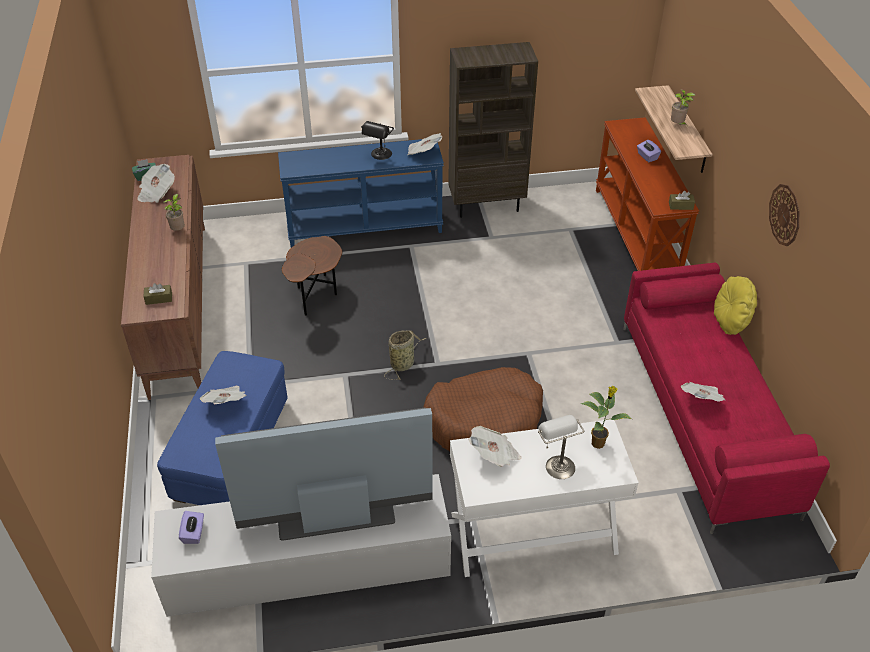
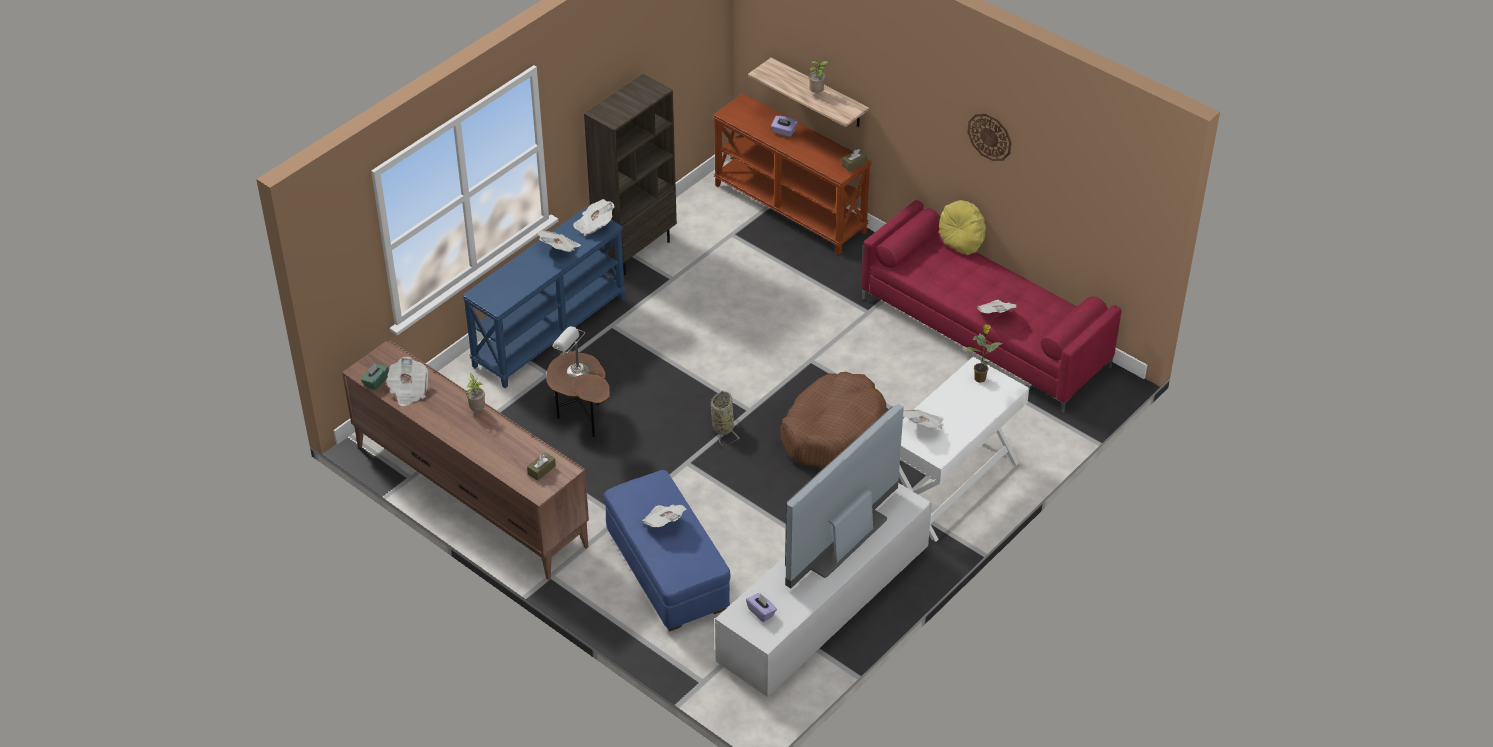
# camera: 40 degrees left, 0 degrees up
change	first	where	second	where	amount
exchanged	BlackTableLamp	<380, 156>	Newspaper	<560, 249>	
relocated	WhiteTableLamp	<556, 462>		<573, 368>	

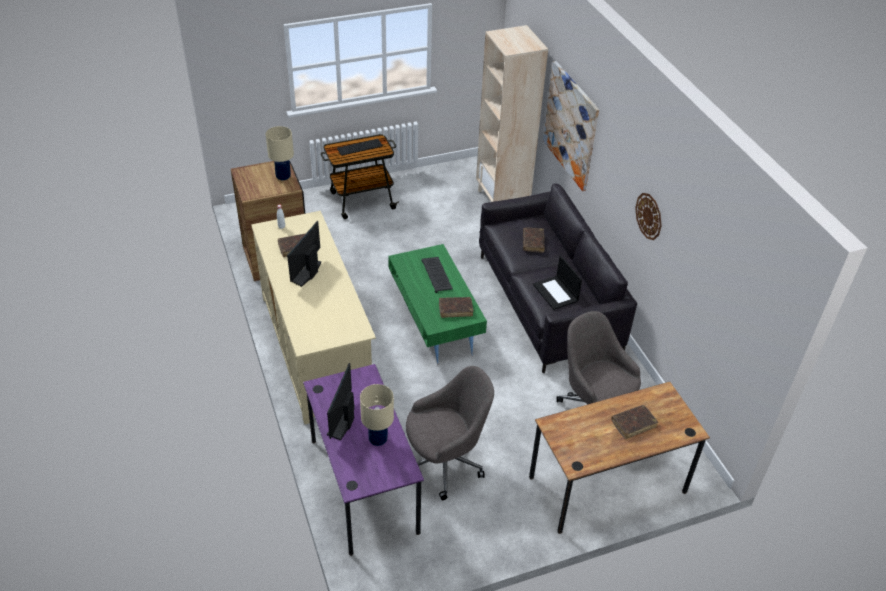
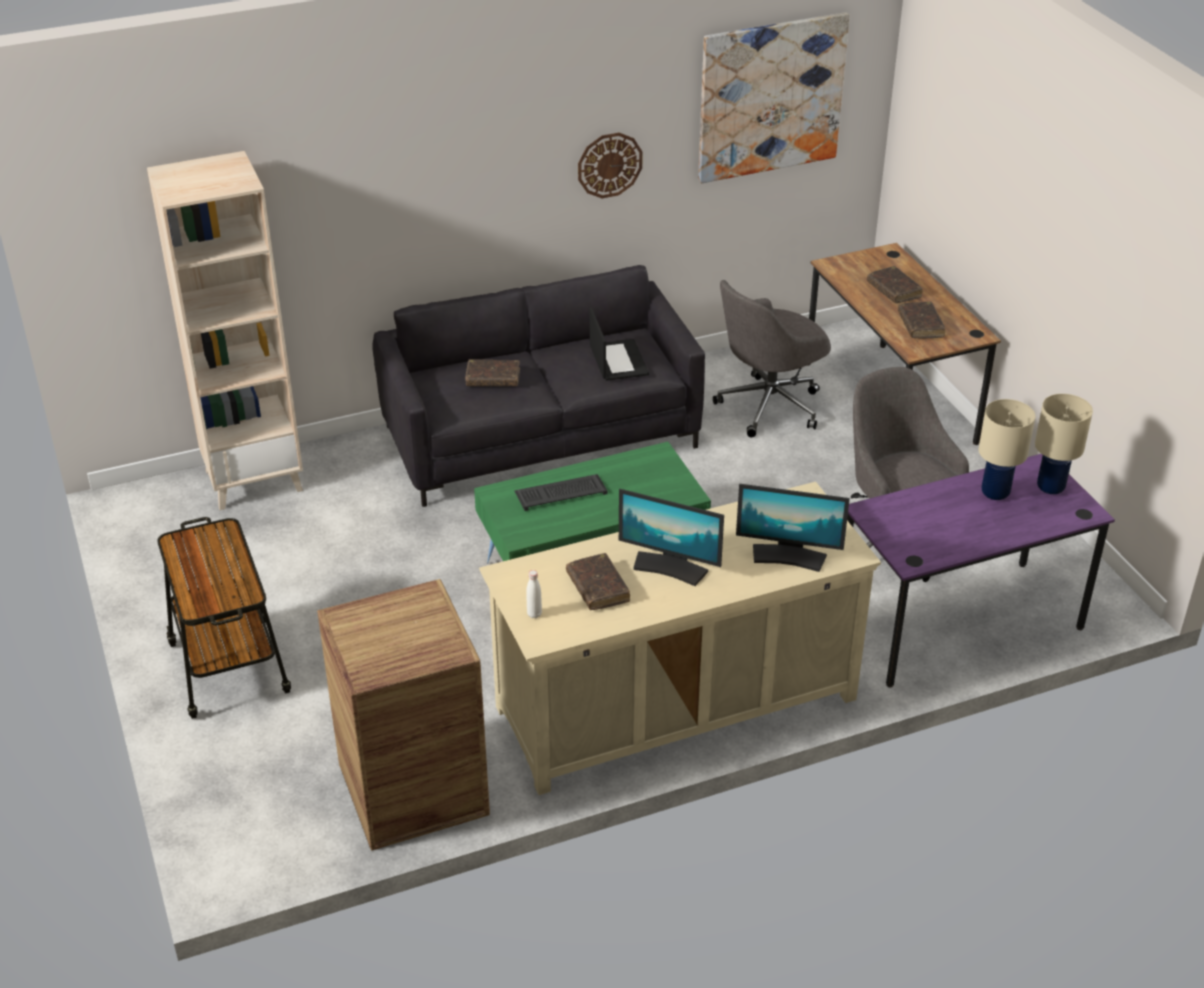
# camera: 90 degrees left, 5 degrees down
change	first	where	second	where	amount
relocated	Picture	<571, 125>		<771, 97>	
relocated	BeigeTableLamp	<283, 177>		<1050, 488>	
missing	Keyboard	<360, 146>			
spun	Laptop	<556, 293>		<617, 360>	75 degrees counterclockwise
relocated	BrownBook	<455, 309>		<920, 325>	
relocated	Monitor	<342, 421>		<788, 556>	

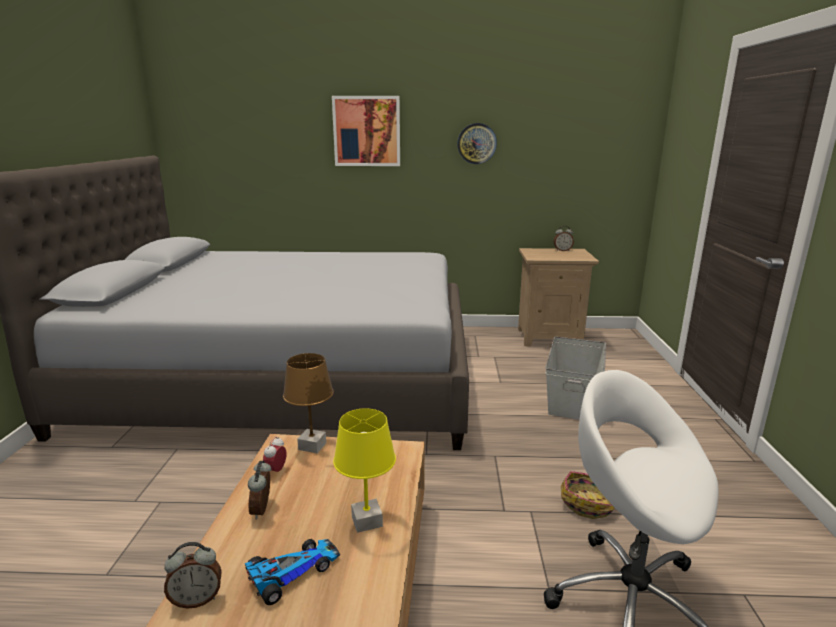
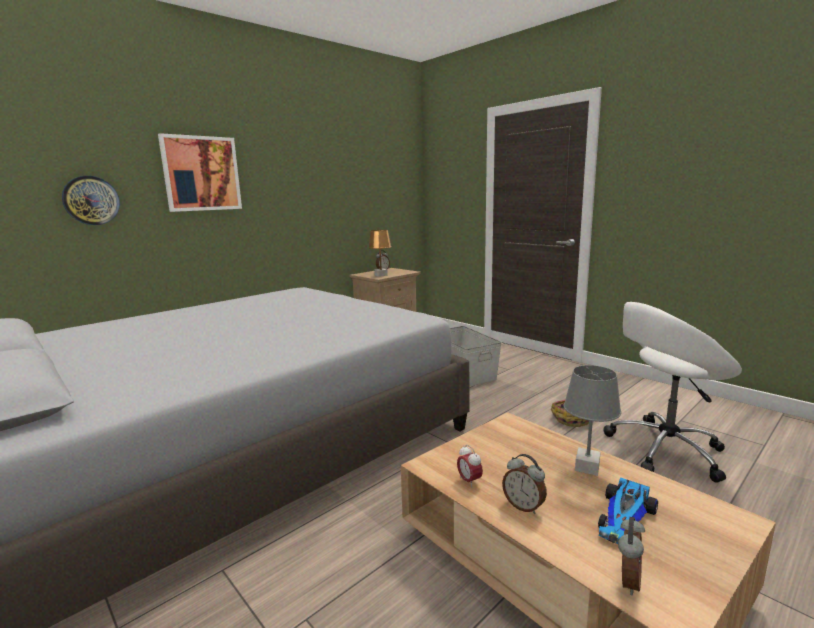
# camera: 45 degrees left, 5 degrees down
change	first	where	second	where	amount
relocated	WallClock	<476, 143>		<91, 200>	
relocated	BrownTableLamp	<312, 446>		<381, 275>	
colour	YellowTableLamp	<366, 522>	GreyTableLamp	<587, 467>	
spun	ToyCar	<291, 572>		<624, 519>	150 degrees counterclockwise

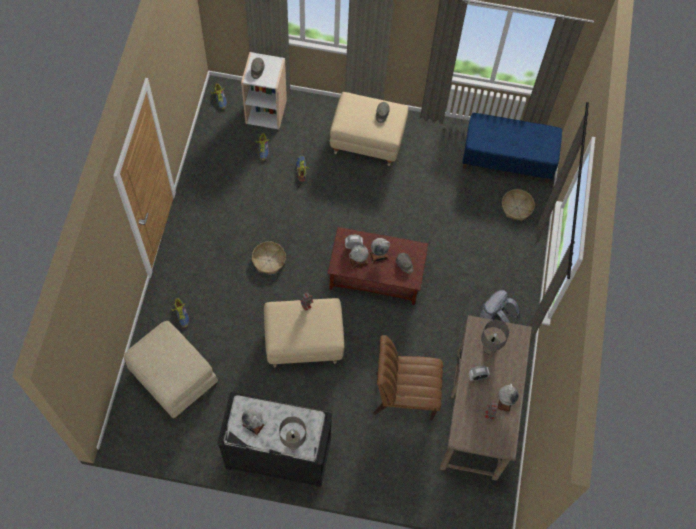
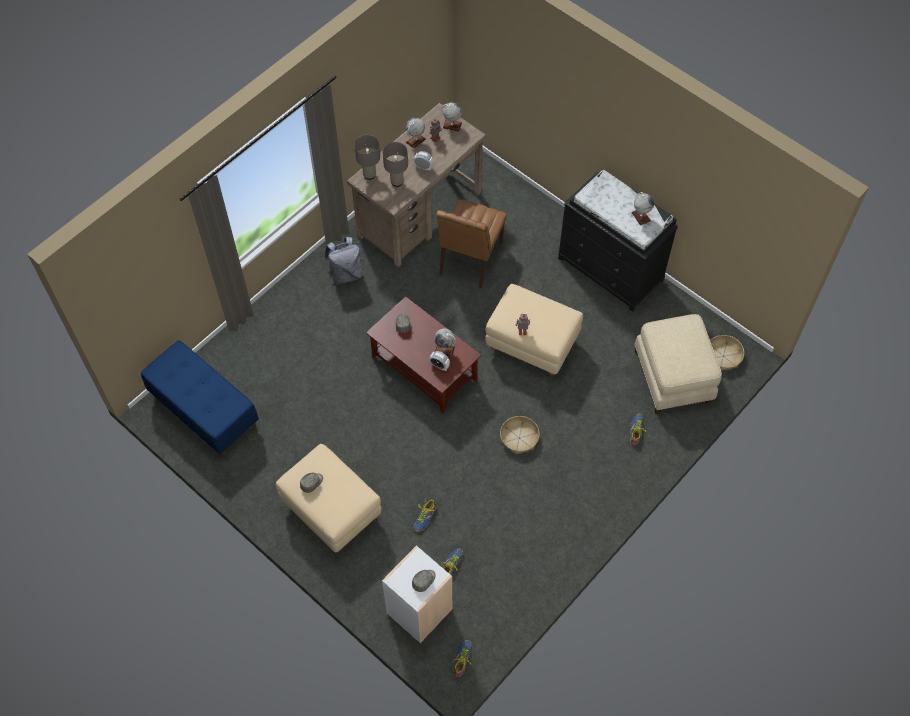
# camera: 145 degrees left, 5 degrees down
change	first	where	second	where	amount
relocated	Basket	<517, 207>		<723, 356>	
relocated	Globe	<379, 255>		<452, 125>	
spun	BrownChair	<404, 395>		<470, 258>	75 degrees clockwise
relocated	GreyTableLamp	<293, 443>		<369, 175>	

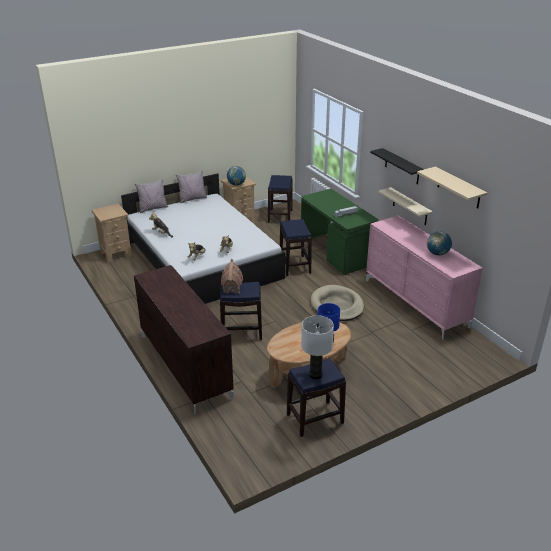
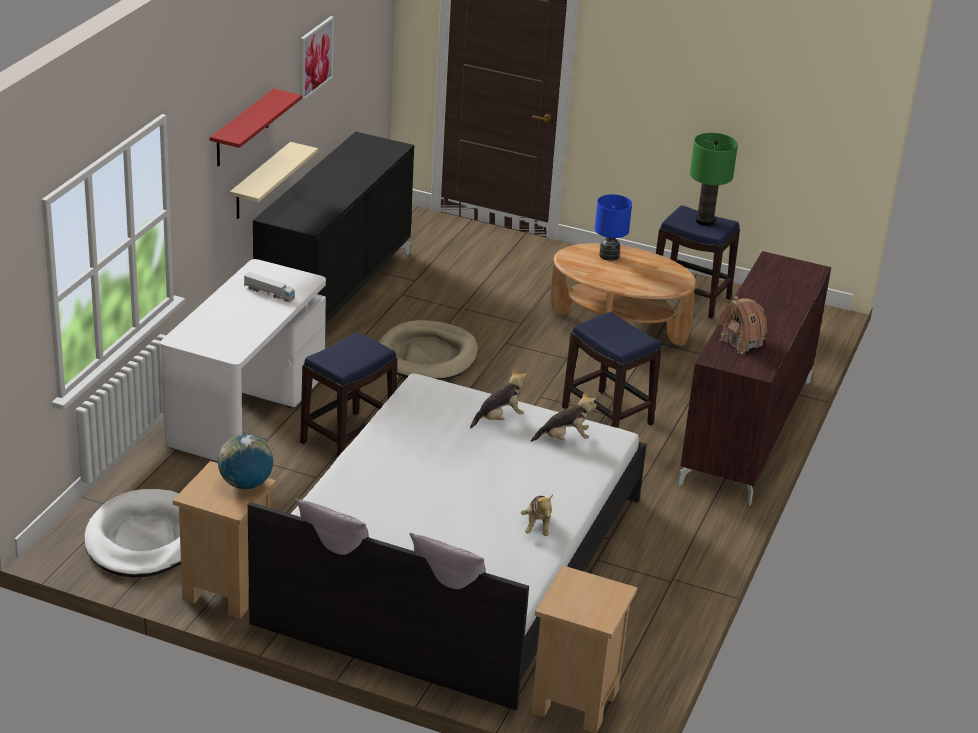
# camera: 130 degrees left, 0 degrees up
change	first	where	second	where	amount
colour	BlackShelf	<402, 166>	RedShelf	<242, 129>	
exchanged	BeigeShelf	<458, 188>	Picture	<315, 58>	
exchanged	Stool	<280, 216>	WhiteDogBed	<144, 539>	
colour	GreenDesk	<336, 253>	WhiteDesk	<246, 409>	
colour	PinkDresser	<415, 303>	BlackDresser	<334, 293>	
missing	Globe	<437, 254>			
relocated	ToyHouse	<231, 288>		<741, 342>	
colour	WhiteTableLamp	<315, 374>	GreenTableLamp	<704, 221>	

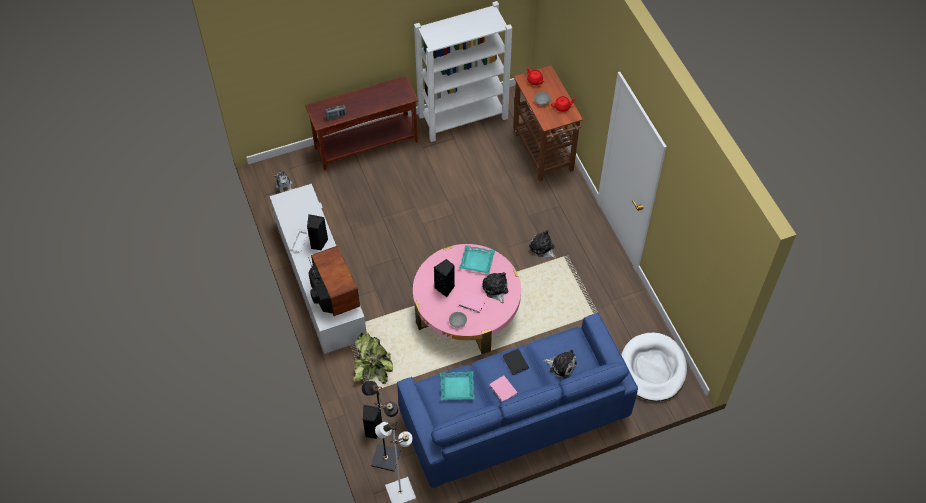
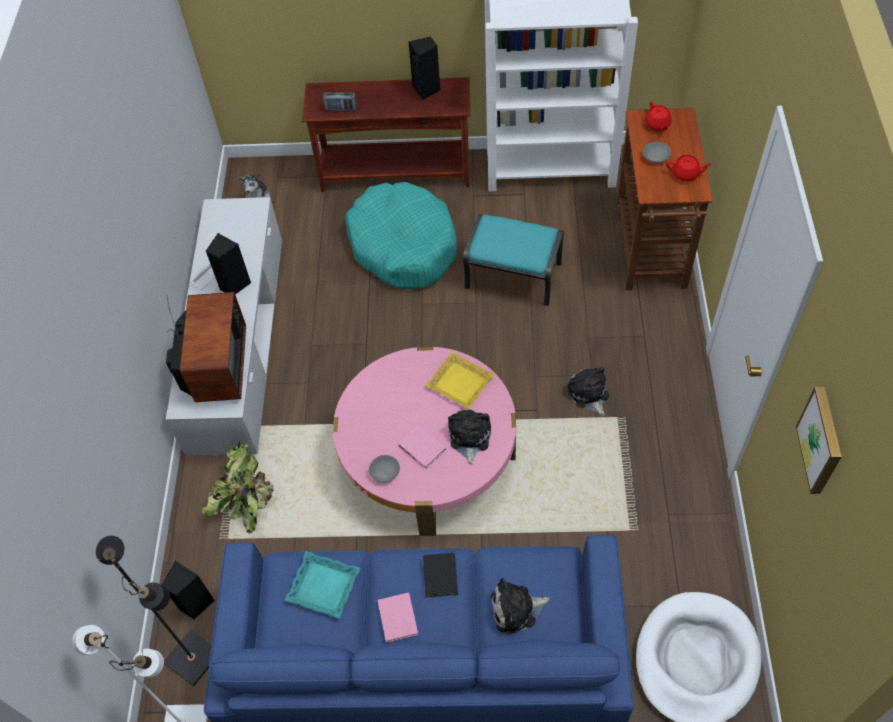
# camera: 25 degrees right, 0 degrees up
change	first	where	second	where	amount
colour	TurquoiseTray	<477, 261>	YellowTray	<460, 383>	
relocated	BlackSpeaker	<445, 288>		<427, 90>	
spun	PlushToy	<561, 365>		<516, 609>	120 degrees clockwise
appeared			TurquoiseDogBed	<403, 245>	
appeared			TurquoiseOttoman	<514, 276>	
appeared			Picture	<822, 440>	

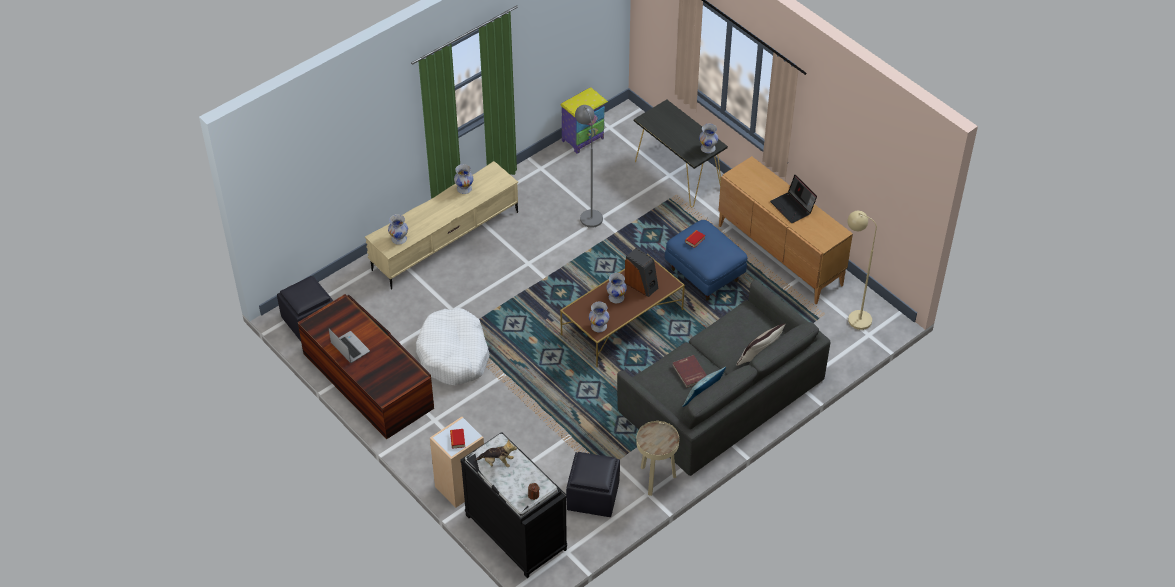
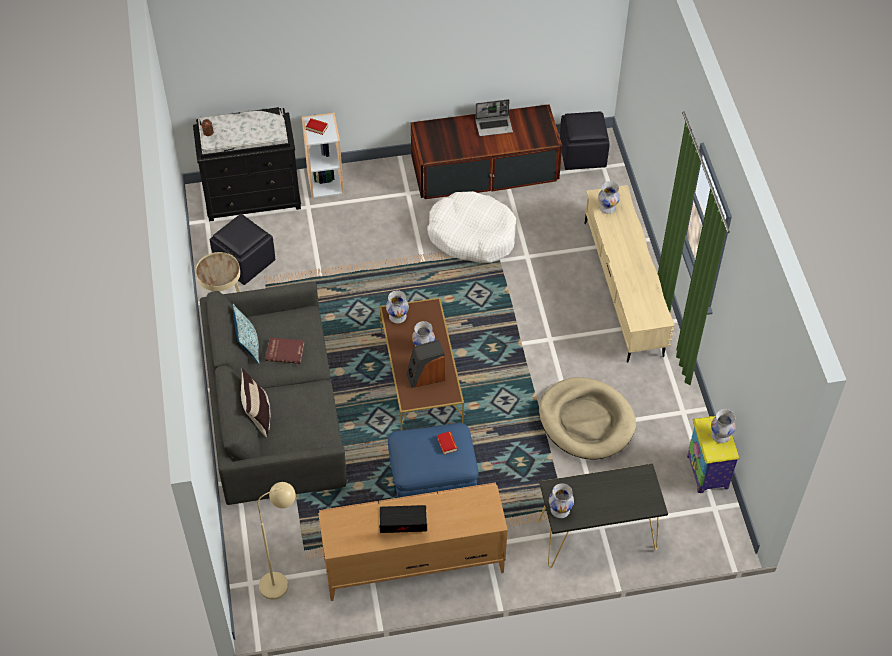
# camera: 120 degrees right, 5 degrees up
change	first	where	second	where	amount
exchanged	GreyFloorLamp	<588, 214>	BeigeDogBed	<586, 421>	
relocated	WhiteVase	<464, 188>		<720, 436>	
missing	PlushToy	<497, 462>			

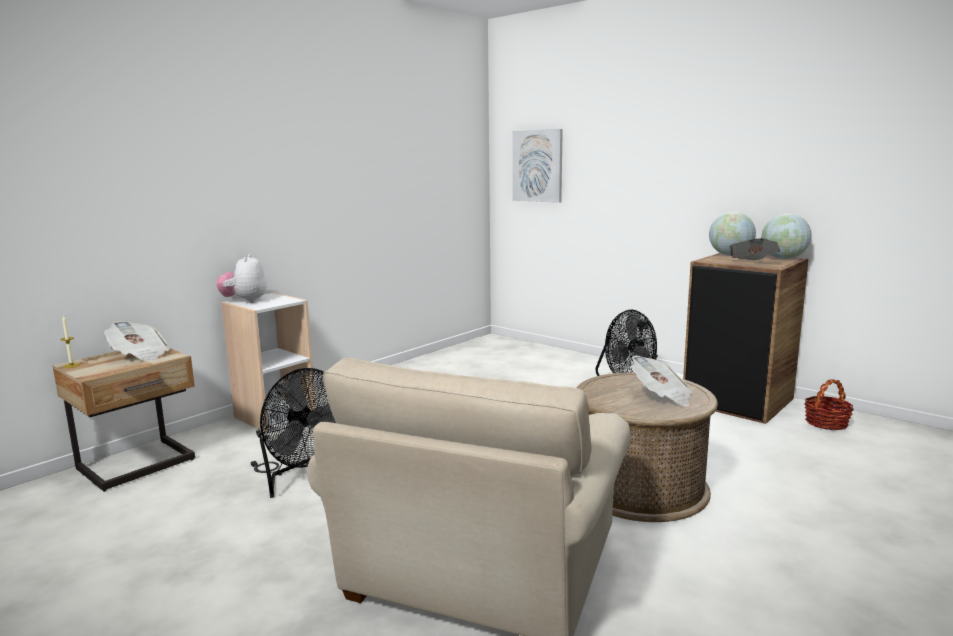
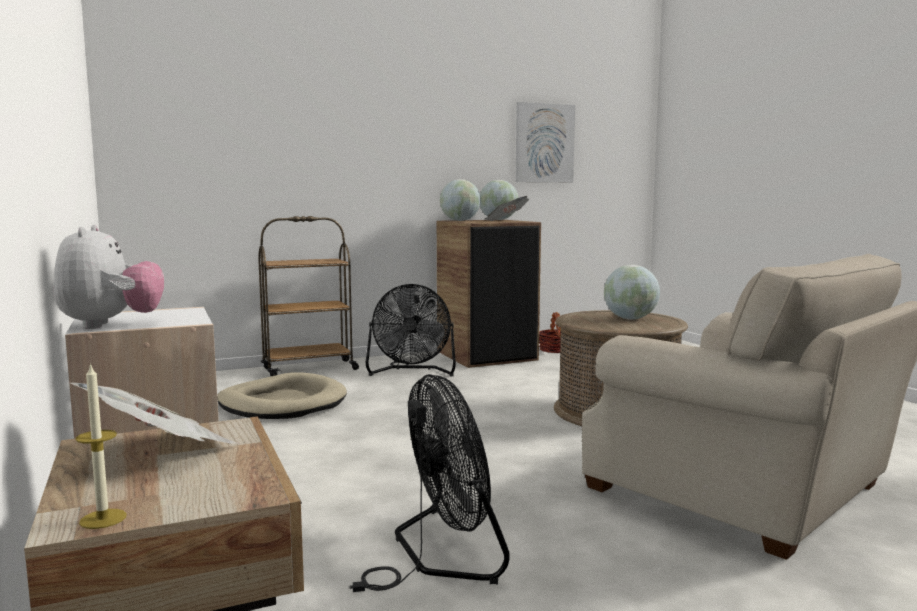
# camera: 65 degrees left, 5 degrees down
change	first	where	second	where	amount
relocated	Picture	<537, 166>		<544, 143>	
spun	PlushToy	<245, 301>		<111, 325>	120 degrees counterclockwise
exchanged	Newspaper	<661, 396>	Globe	<630, 319>	
appeared			BrownCart	<308, 369>	
appeared			BeigeDogBed	<282, 403>	

